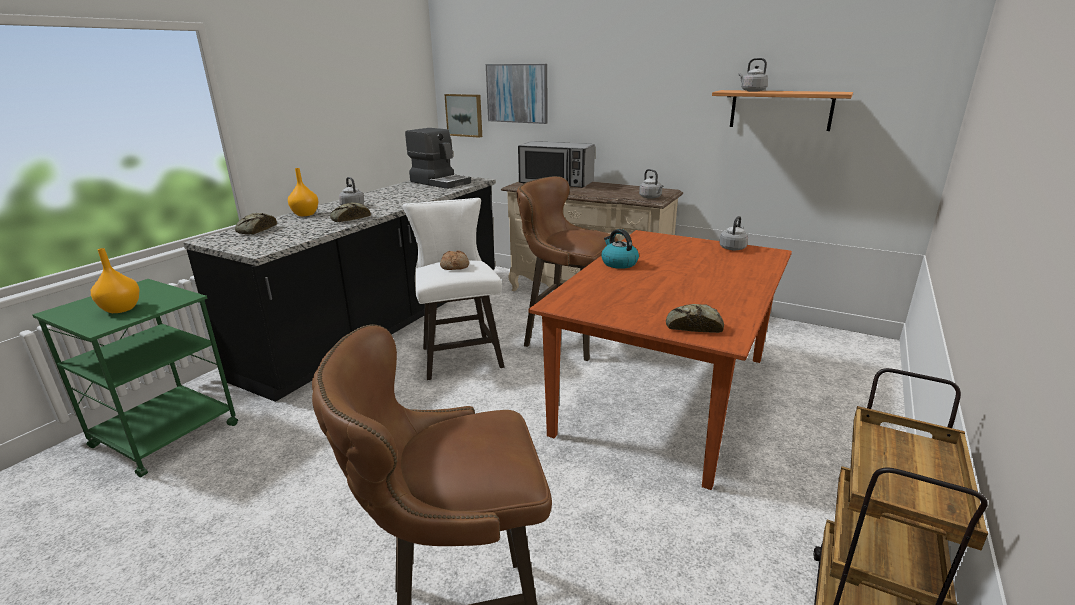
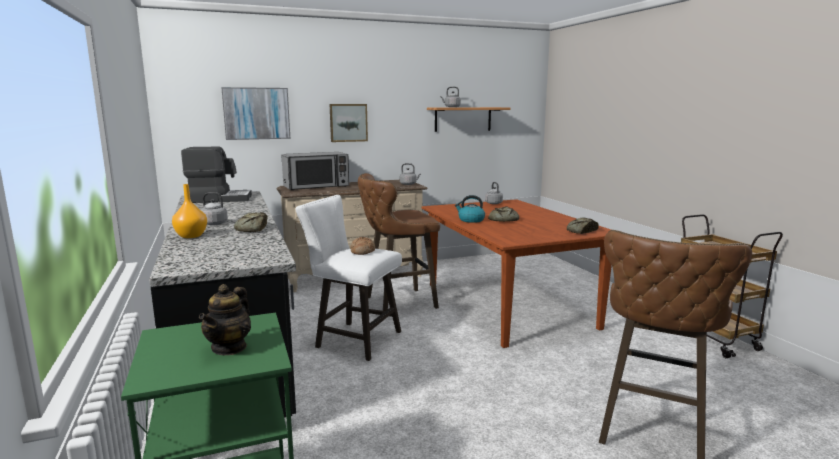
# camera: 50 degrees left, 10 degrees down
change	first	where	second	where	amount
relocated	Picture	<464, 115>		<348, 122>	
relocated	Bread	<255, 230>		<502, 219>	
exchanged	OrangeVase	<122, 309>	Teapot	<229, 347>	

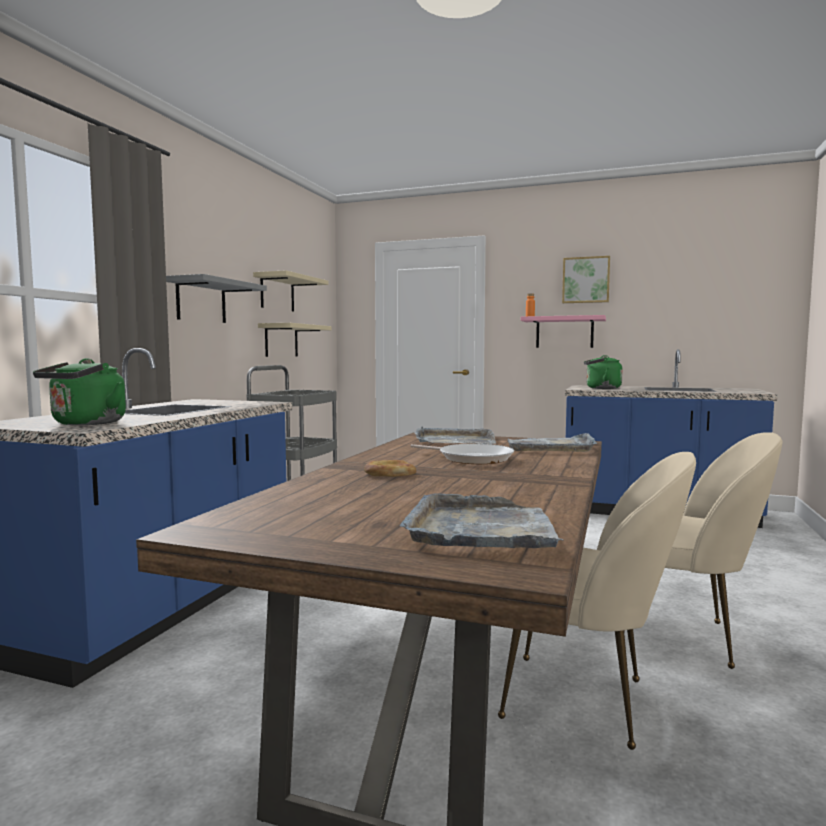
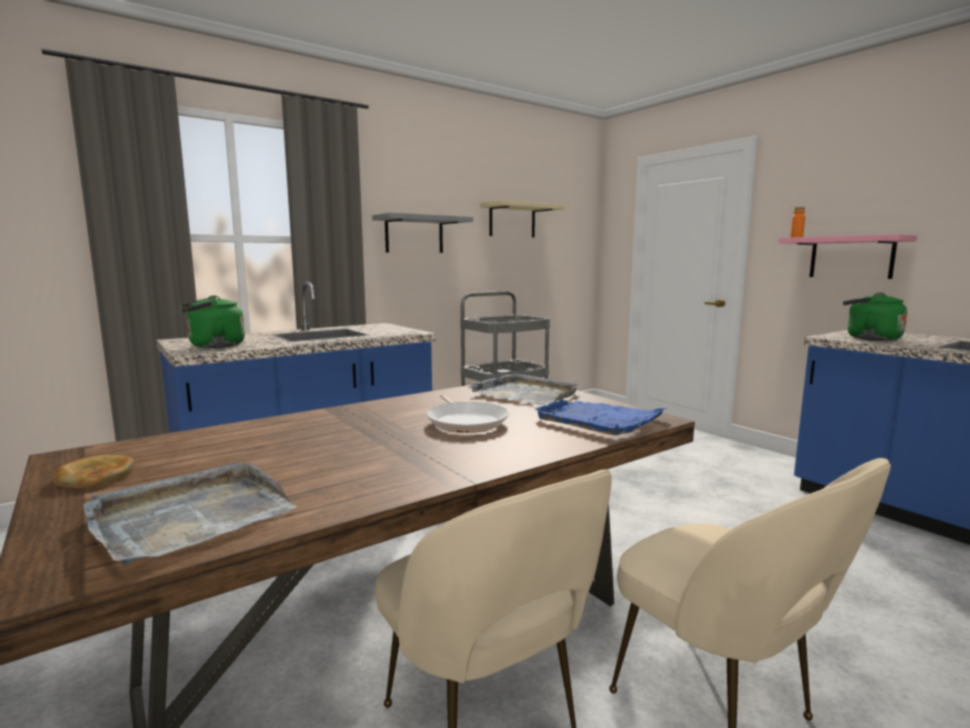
# camera: 35 degrees right, 5 degrees up
change	first	where	second	where	amount
missing	Picture	<586, 280>			
missing	BeigeShelf	<281, 340>			
colour	GreyTray	<550, 447>	BlueTray	<599, 419>	
relocated	Bread	<389, 473>		<95, 476>	

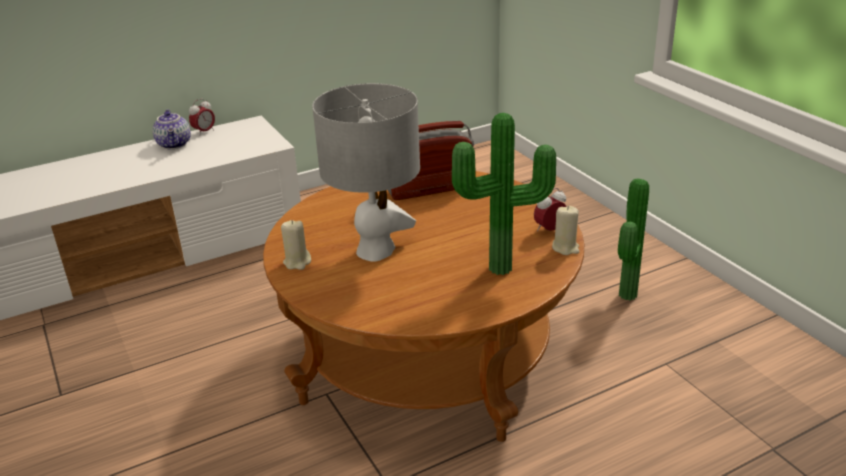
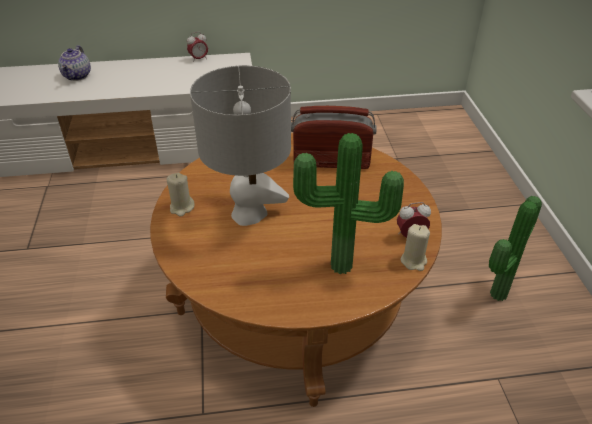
# camera: 20 degrees right, 10 degrees up
change	first	where	second	where	amount
relocated	Teapot	<175, 144>		<78, 76>	

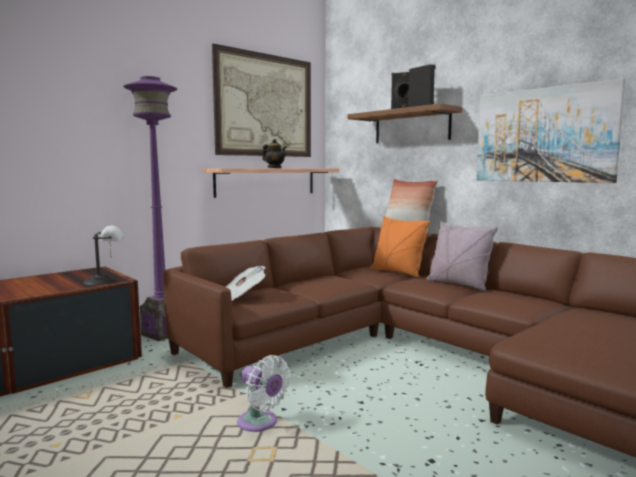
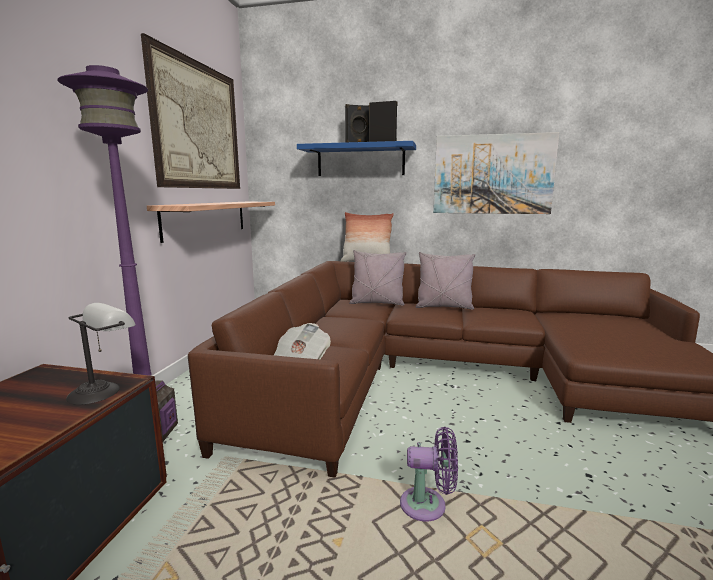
# camera: 35 degrees left, 5 degrees up
change	first	where	second	where	amount
colour	BrownShelf	<411, 126>	BlueShelf	<360, 160>	
missing	Teapot	<274, 168>			
colour	OrangePillow	<397, 272>	PurplePillow	<377, 303>	
colour	WhiteFan	<260, 423>	PurpleFan	<428, 505>	

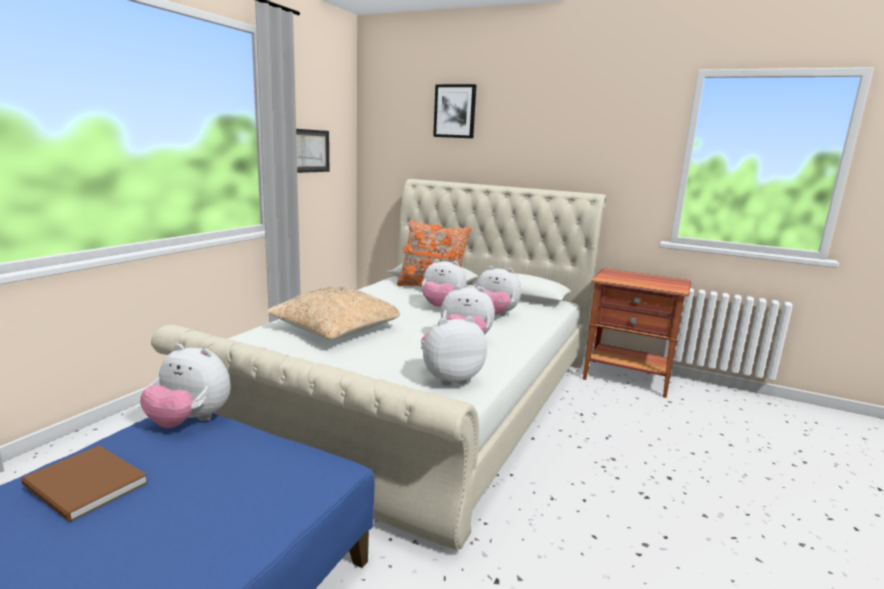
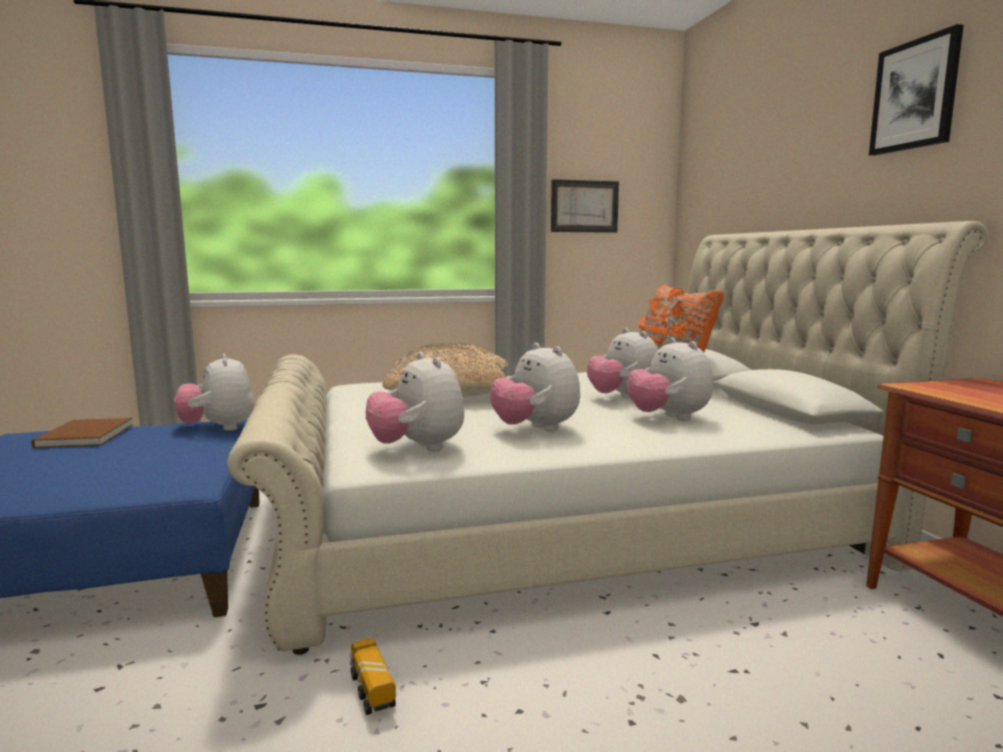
# camera: 50 degrees right, 5 degrees down
change	first	where	second	where	amount
relocated	Picture	<455, 111>		<915, 95>	
spun	PlushToy	<449, 378>		<417, 448>	150 degrees counterclockwise
appeared			ToyTruck	<371, 690>	

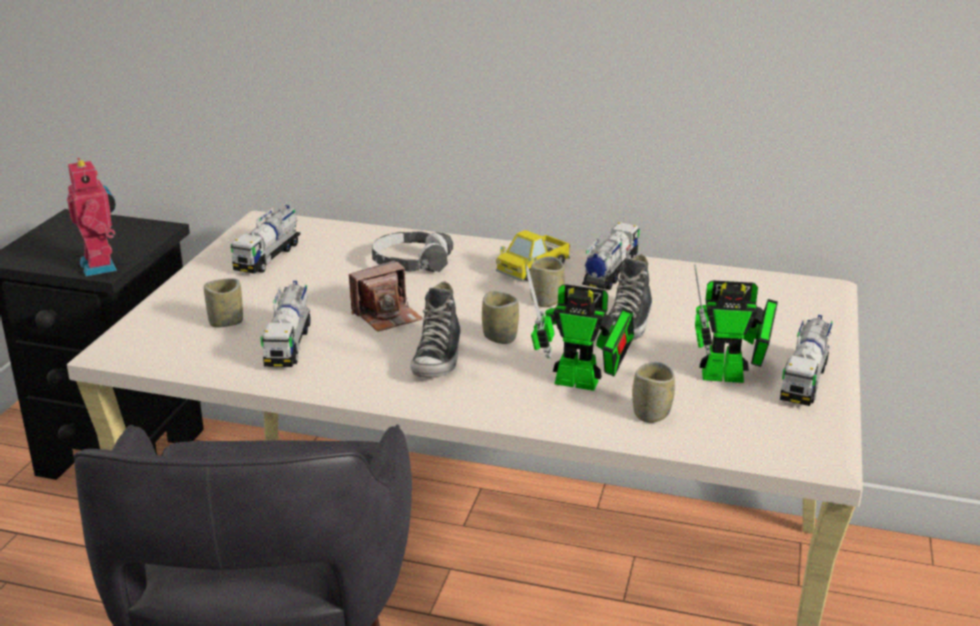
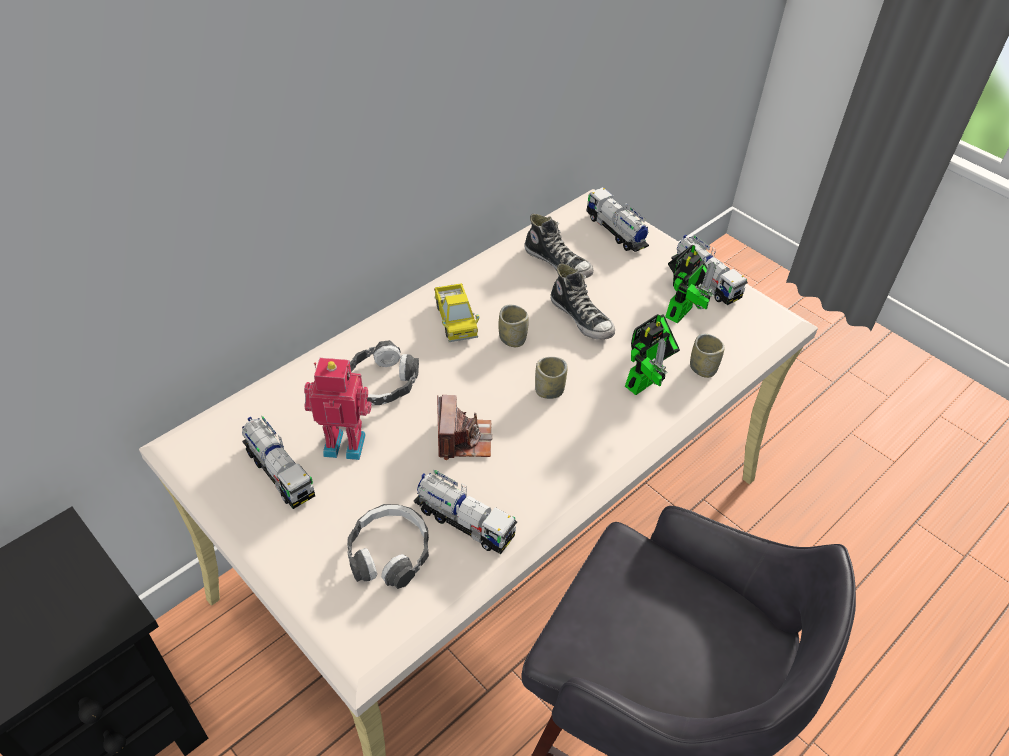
# camera: 60 degrees left, 20 degrees up
change	first	where	second	where	amount
relocated	ToyRobot	<101, 266>		<345, 442>	
relocated	ToyTruck	<610, 272>		<616, 231>	
exchanged	Cup	<226, 322>	Headphones	<389, 552>	
relocated	Shoe	<438, 358>		<558, 263>	

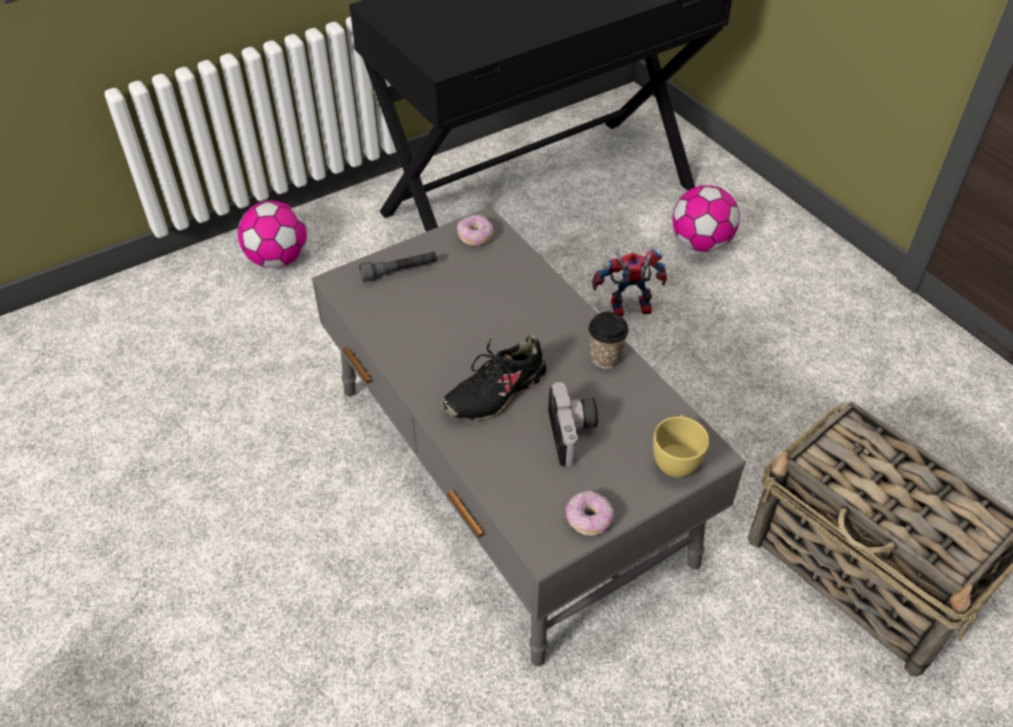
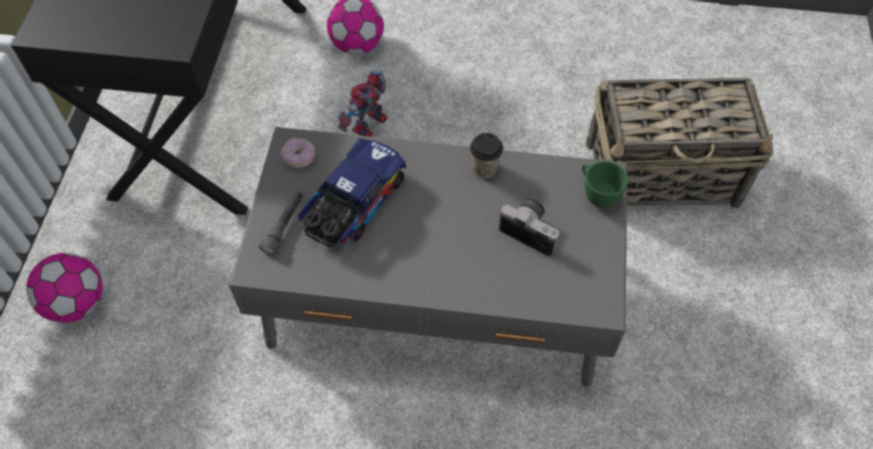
# camera: 50 degrees left, 10 degrees up
change	first	where	second	where	amount
missing	BlackShoe	<495, 392>			
colour	YellowCup	<676, 460>	GreenCup	<597, 194>	
missing	Donut	<589, 520>			
appeared			ToyTruck	<353, 205>	

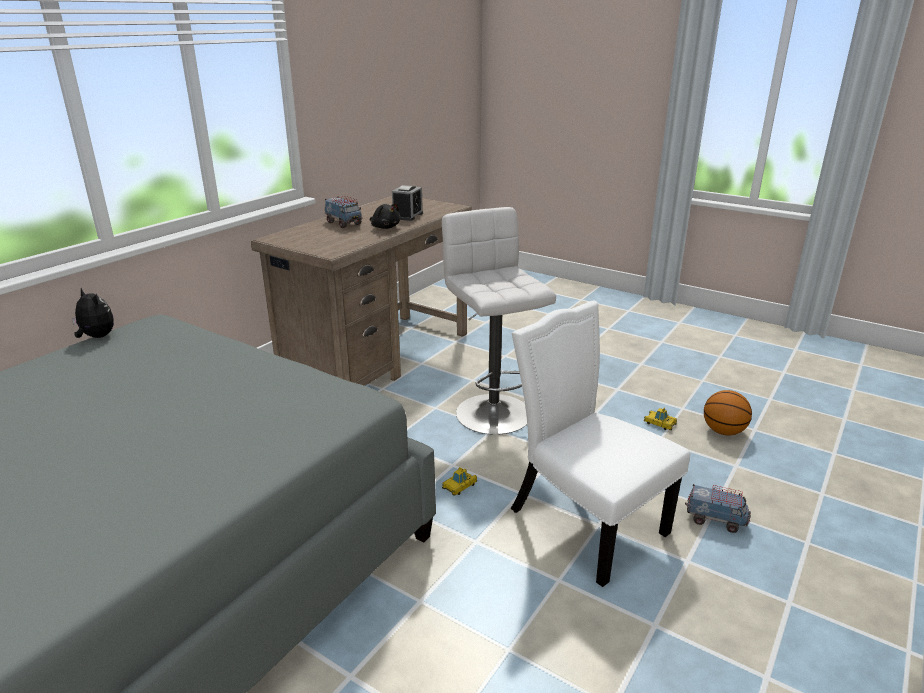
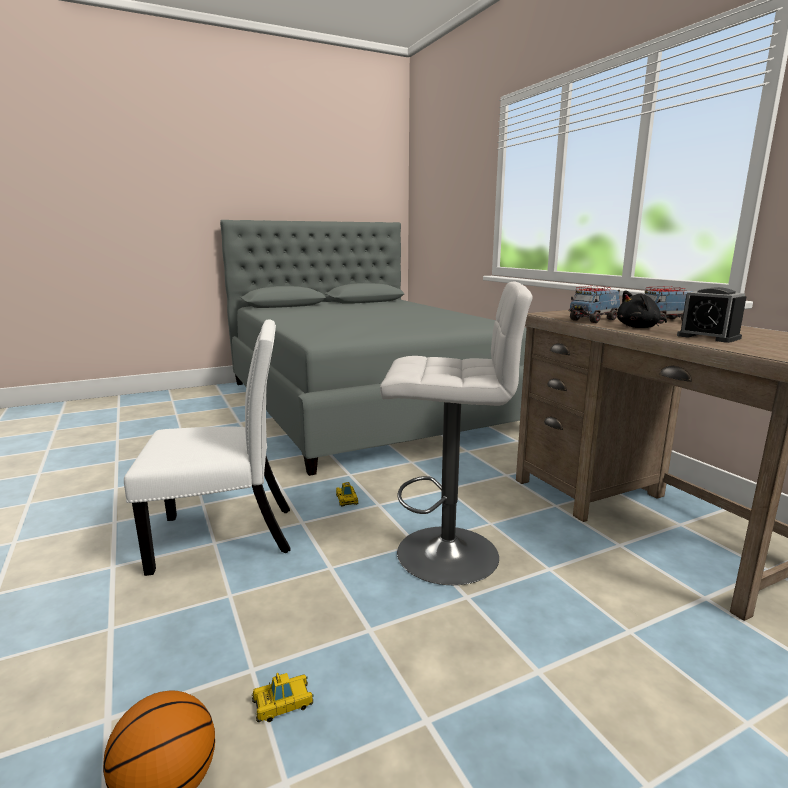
# camera: 120 degrees right, 10 degrees down
change	first	where	second	where	amount
missing	PlushToy	<96, 337>			
relocated	ToyTruck	<715, 520>		<593, 320>	

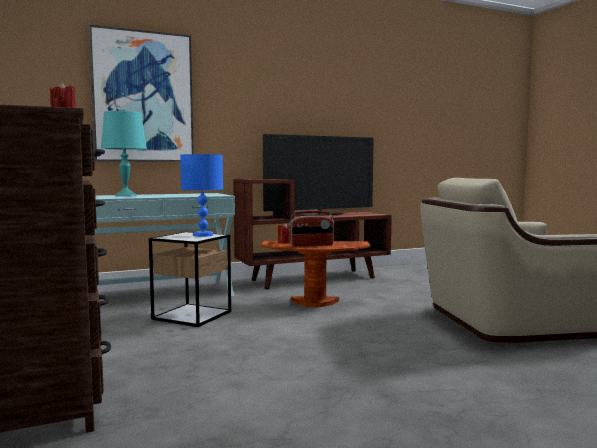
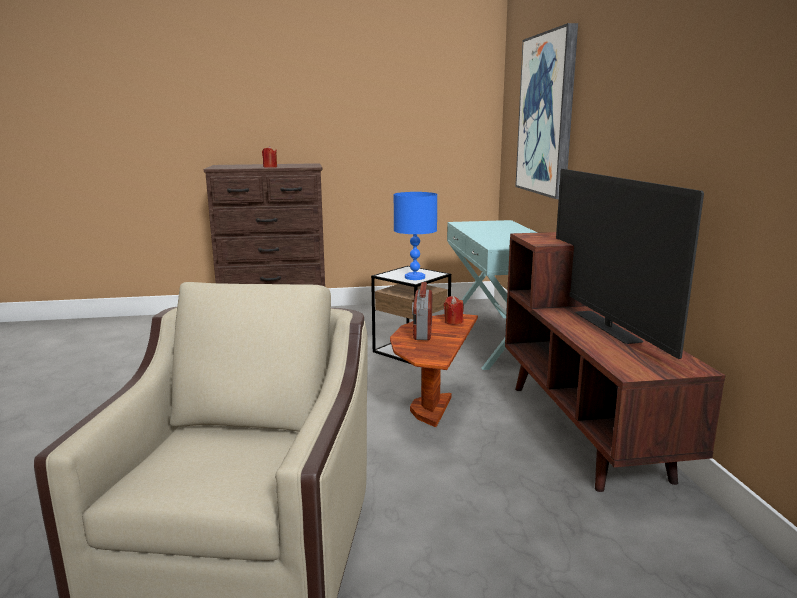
# camera: 105 degrees right, 10 degrees up
change	first	where	second	where	amount
missing	TurquoiseTableLamp	<125, 196>			

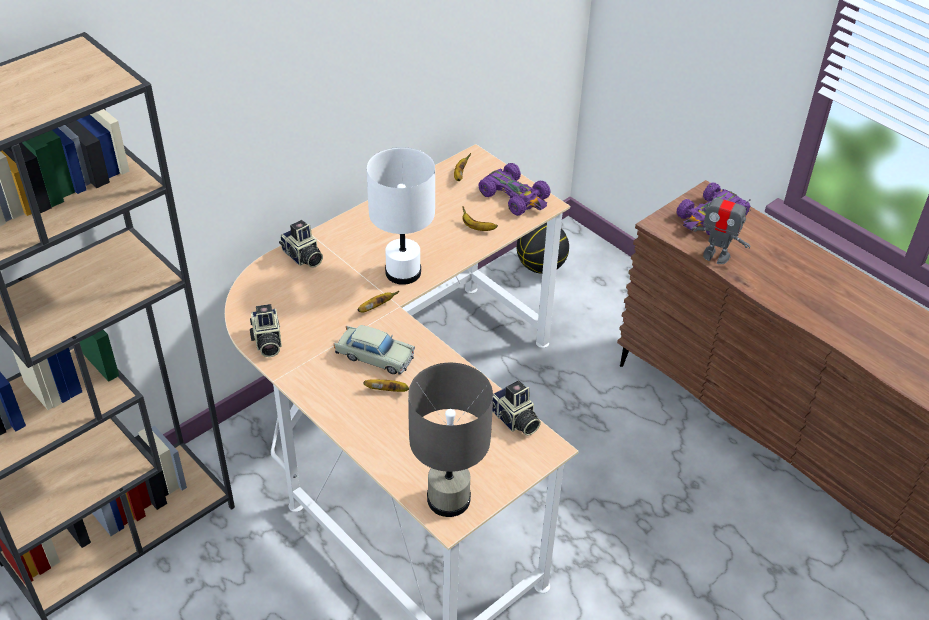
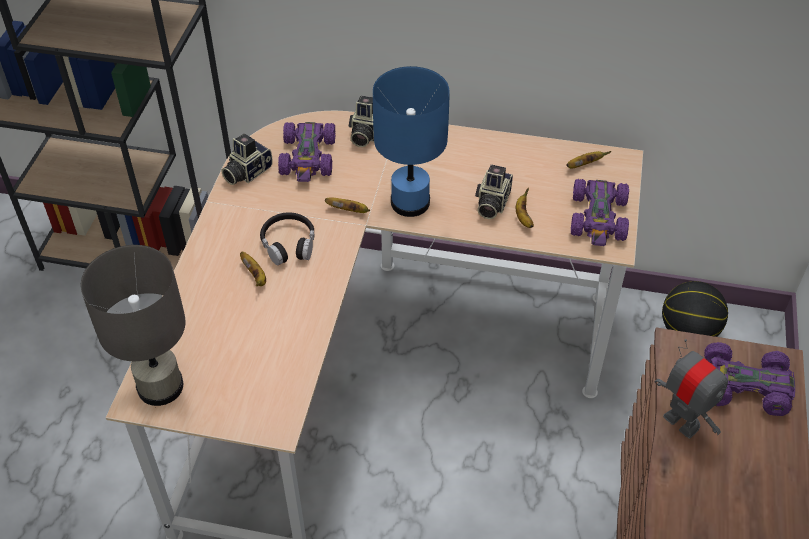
# camera: 55 degrees right, 5 degrees up
change	first	where	second	where	amount
colour	WhiteTableLamp	<402, 272>	BlueTableLamp	<410, 202>	
spun	ToyRobot	<716, 256>		<682, 422>	150 degrees clockwise
exchanged	BeigeToyCar	<374, 356>	BlackHeadphones	<289, 244>	
relocated	PhotoCamera	<514, 420>		<491, 203>	
appeared			PurpleToyCar	<308, 158>	

